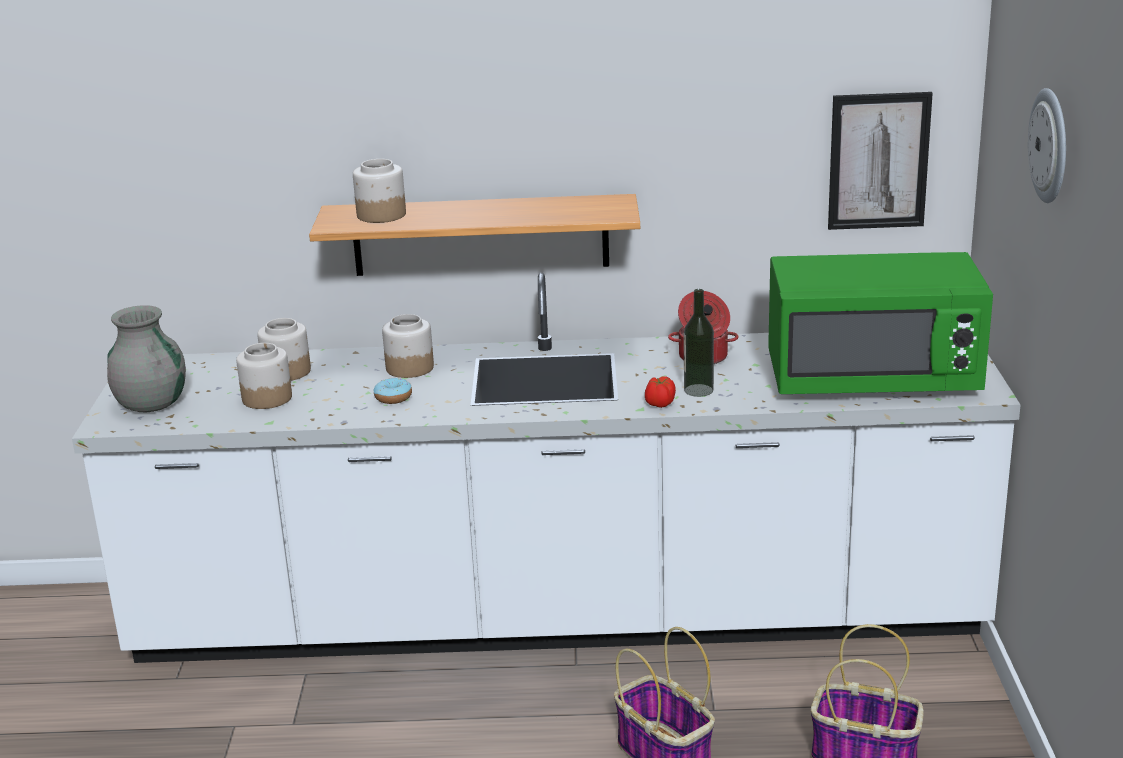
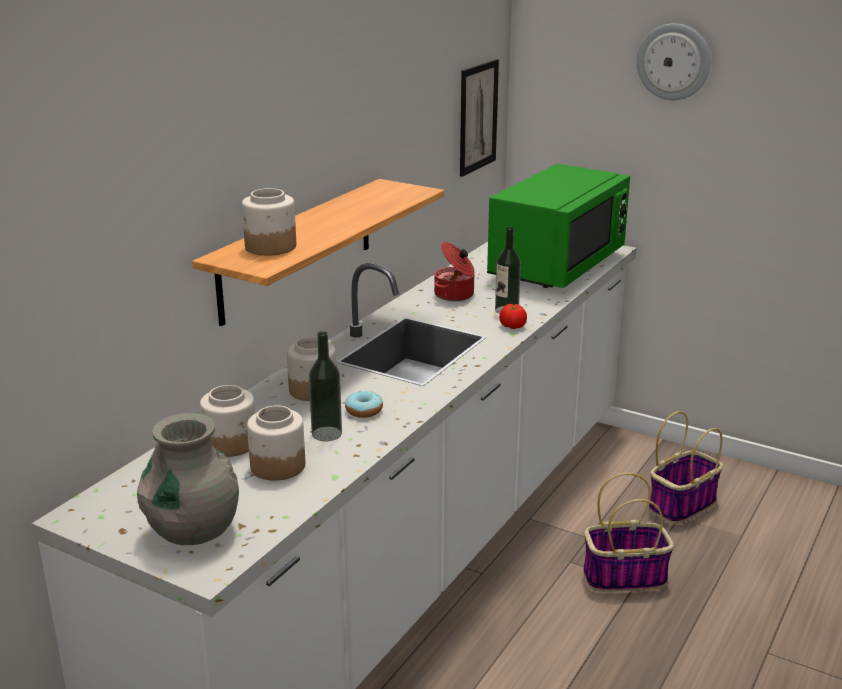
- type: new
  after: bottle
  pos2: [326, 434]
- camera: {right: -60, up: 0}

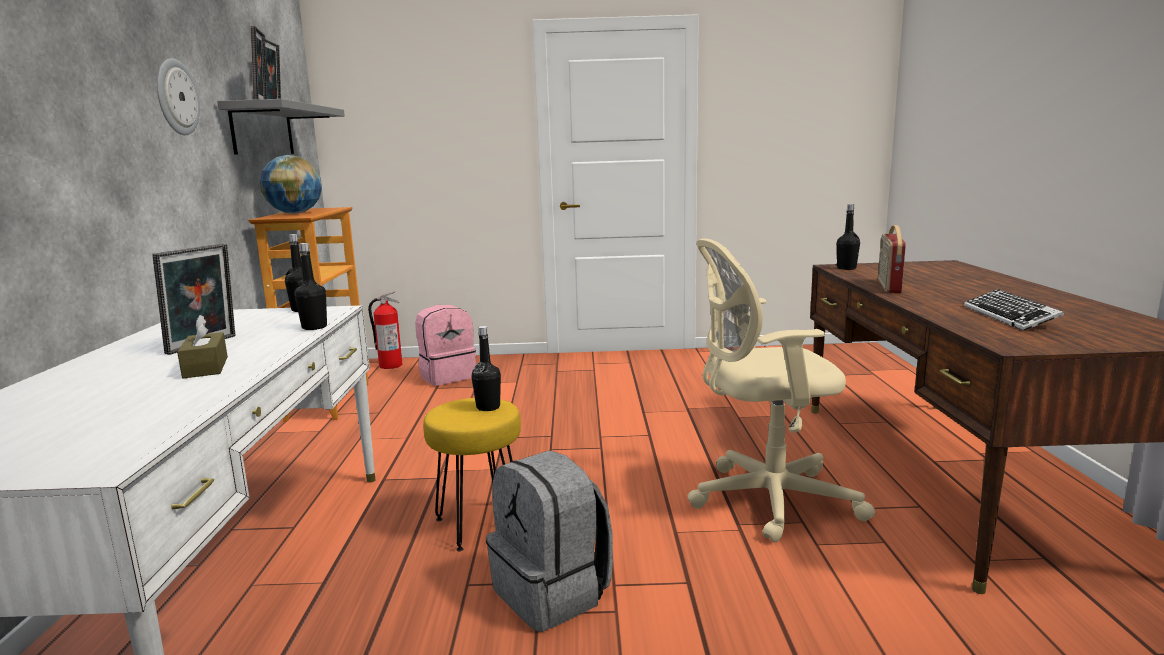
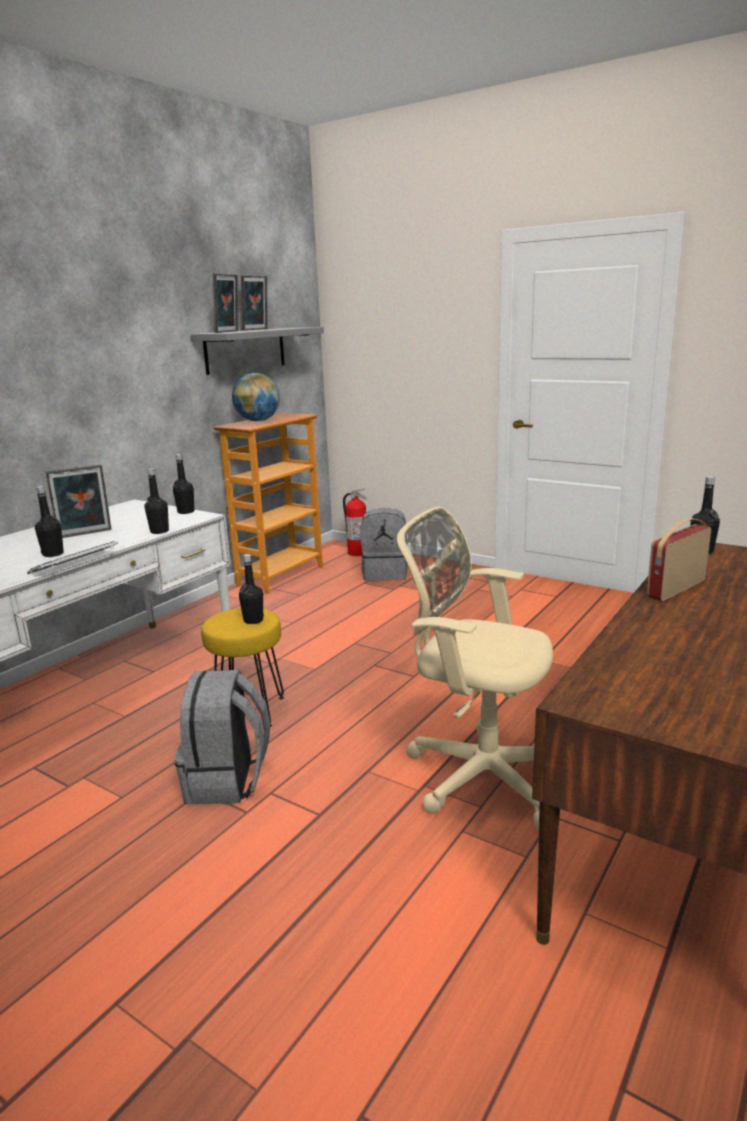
- type: gone
  before: clock_on_the_wall
  pos1: [176, 97]
- type: shifted
  before: PC_keyboard
  pos1: [1010, 317]
  pos2: [75, 564]
- type: swapped
  before: brown-coloured_box_of_tissues
  after: blackish_bottle
  pos1: [206, 367]
  pos2: [53, 554]
- type: repainted
  before: pinkish_rucksack
  after: greyish_rucksack
  pos1: [447, 376]
  pos2: [385, 573]
- camera: {right: 35, up: 5}

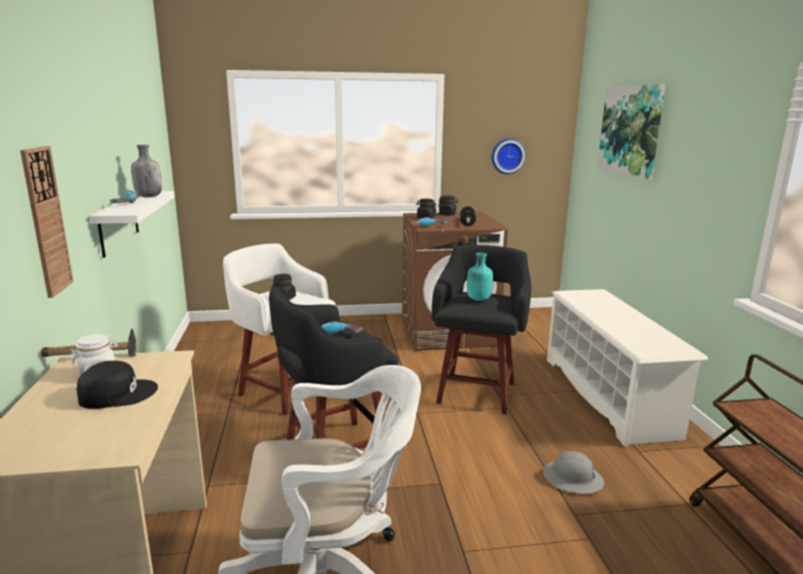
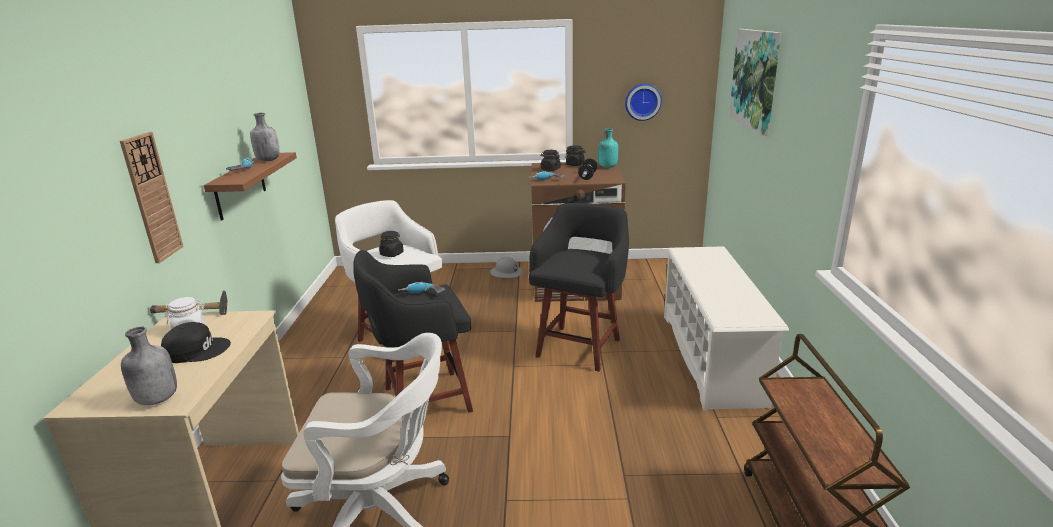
- type: new
  after: greyish_bottle
  pos2: [156, 399]
- type: shifted
  before: blue-green_bottle
  pos1: [478, 299]
  pos2: [607, 167]
- type: shifted
  before: greyish_hard_hat
  pos1: [572, 479]
  pos2: [506, 273]
- type: repainted
  before: white-coloured_shelf
  after: brown-coloured_shelf
  pos1: [118, 223]
  pos2: [240, 186]
- camera: {right: 10, up: 5}

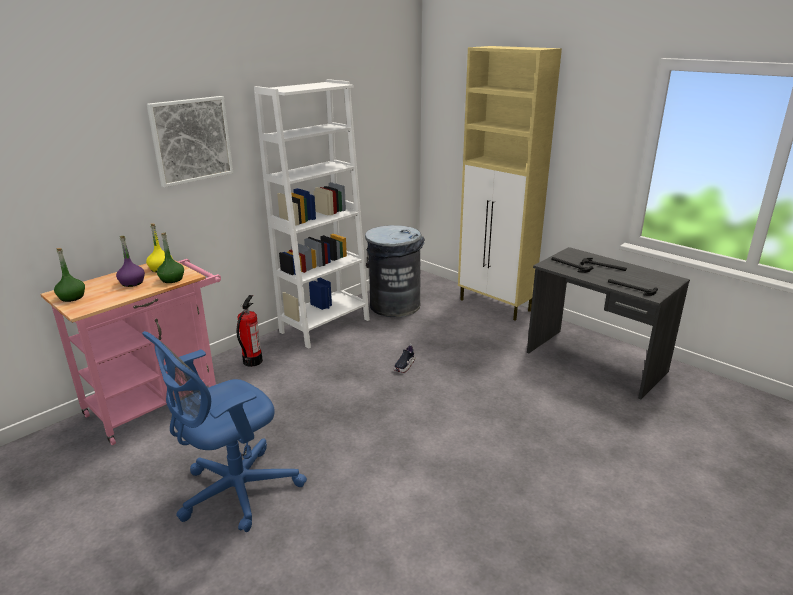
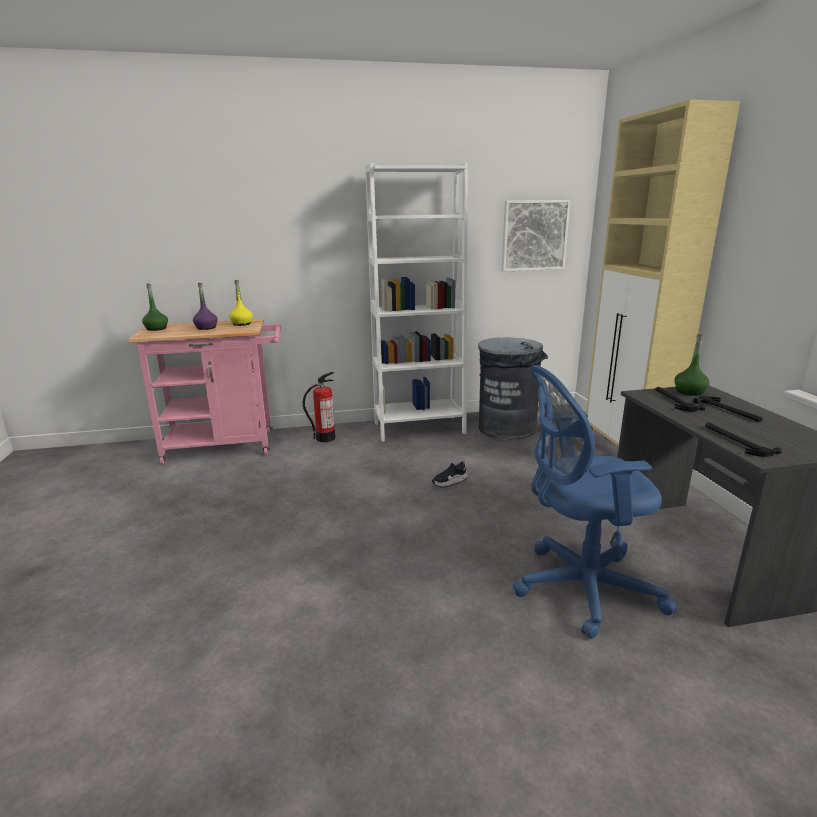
- type: shifted
  before: blue_desk_chair
  pos1: [234, 492]
  pos2: [579, 588]
- type: shifted
  before: wall_picture
  pos1: [191, 140]
  pos2: [534, 235]
- type: shifted
  before: greenish_bottle
  pos1: [172, 279]
  pos2: [689, 392]
- camera: {right: 35, up: -5}

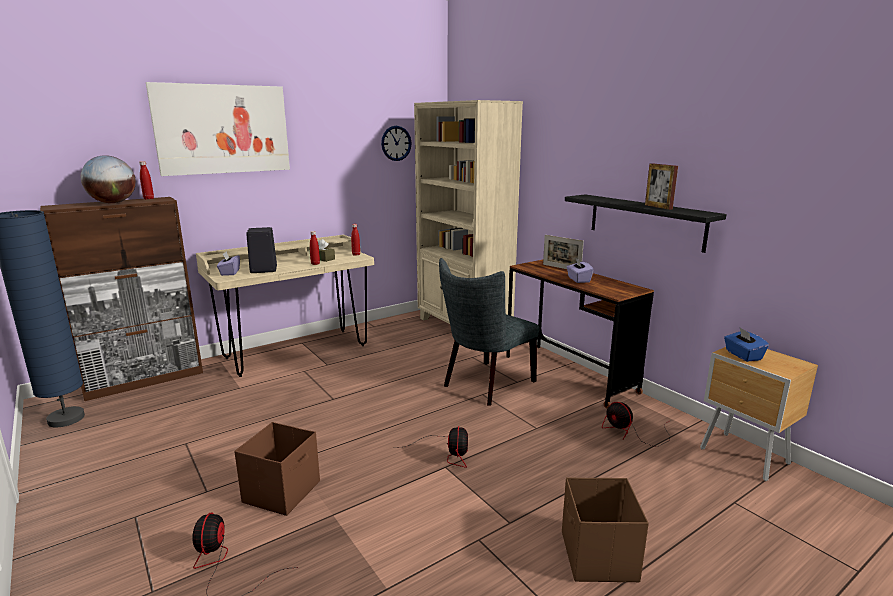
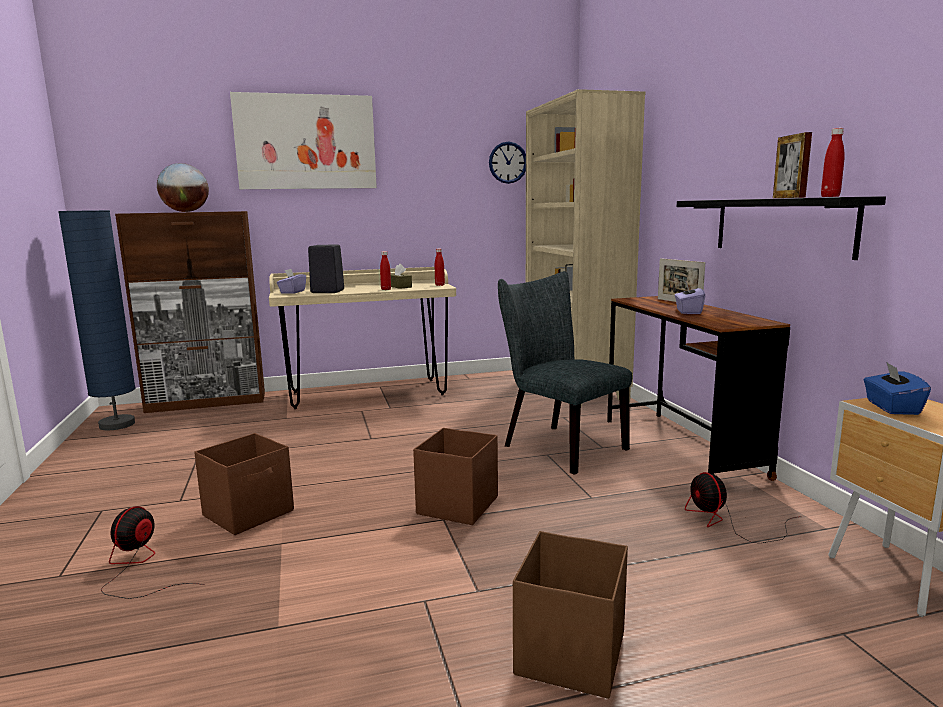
- type: shifted
  before: reddish_bottle
  pos1: [148, 198]
  pos2: [830, 196]
- type: swapped
  before: electric_fan
  after: brown-coloured_storage_box
  pos1: [447, 453]
  pos2: [456, 506]
- type: rotated
  before: greyish_plain_chair
  pos1: [485, 385]
  pos2: [558, 446]
  turn: 75
- camera: {right: 20, up: -5}

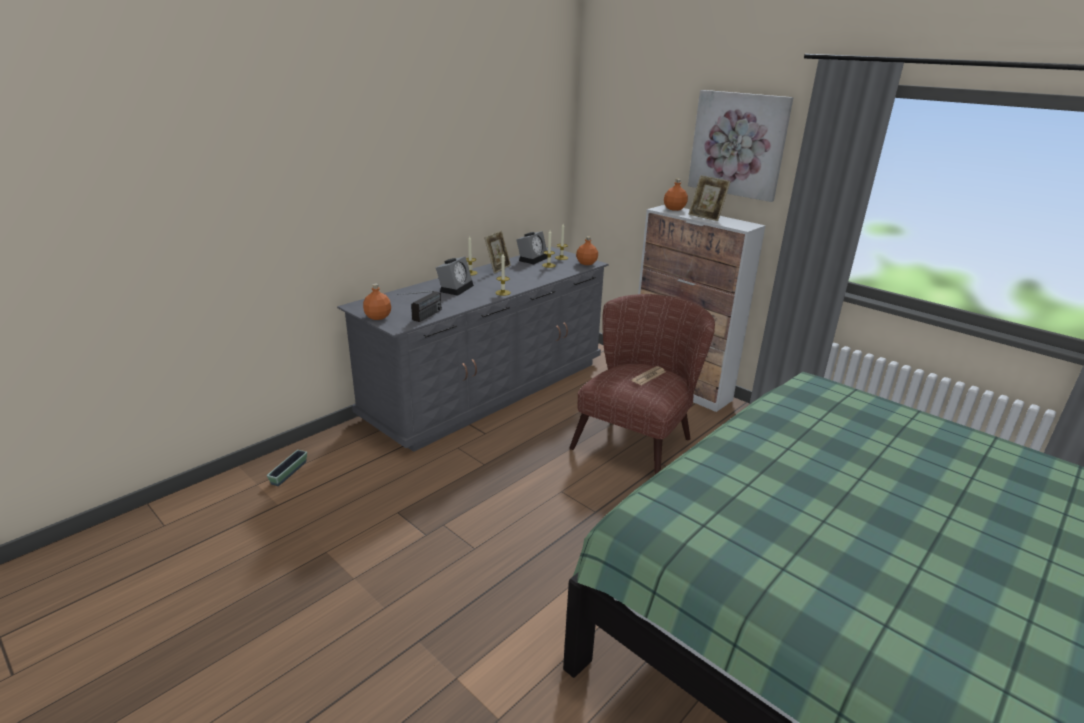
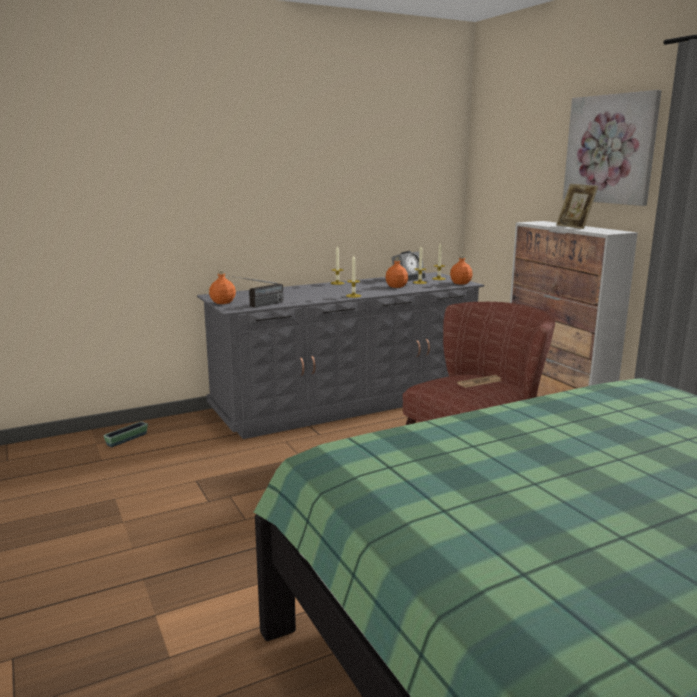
- type: gone
  before: bedside_clock
  pos1: [455, 288]
- type: gone
  before: picture_frame
  pos1: [498, 268]
- type: shifted
  before: orange_bottle
  pos1: [674, 209]
  pos2: [396, 286]
- camera: {right: 20, up: -10}

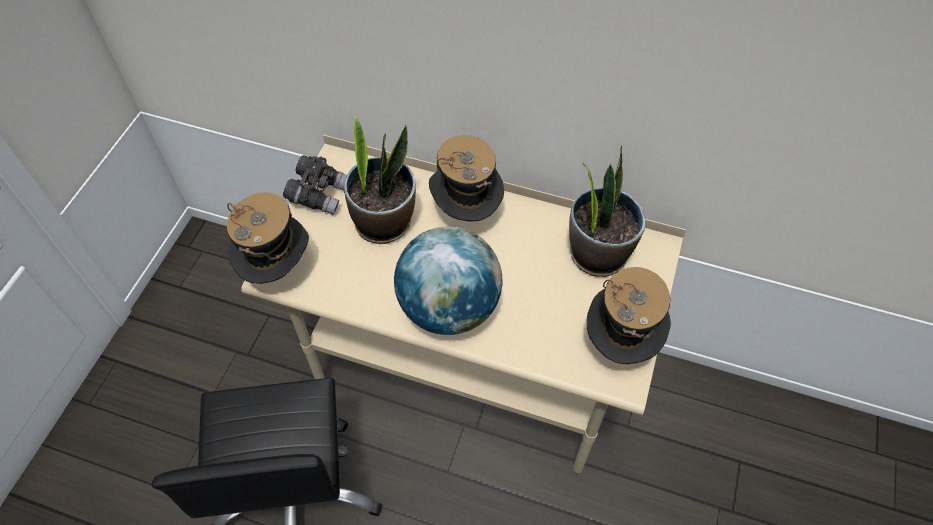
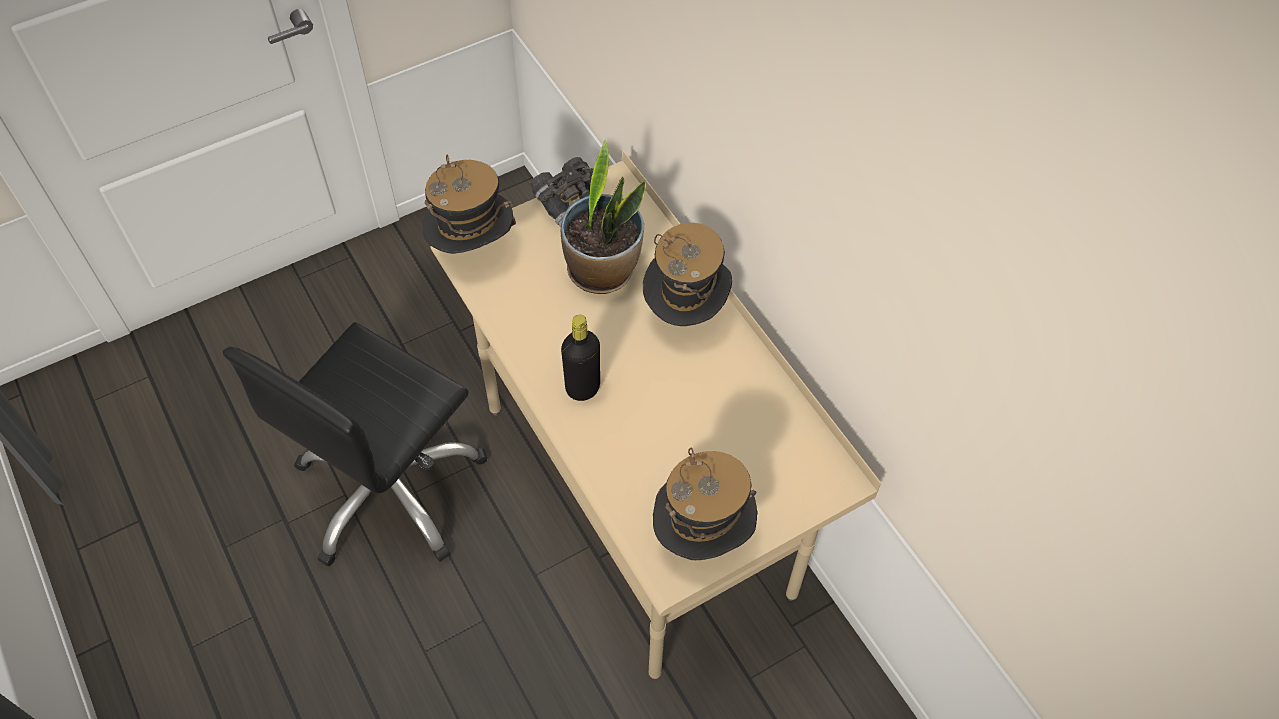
- type: gone
  before: plant_in_a_pot
  pos1: [597, 253]
- type: swapped
  before: desk_globe
  after: blackish_bottle
  pos1: [449, 307]
  pos2: [582, 388]
- camera: {right: 40, up: 0}

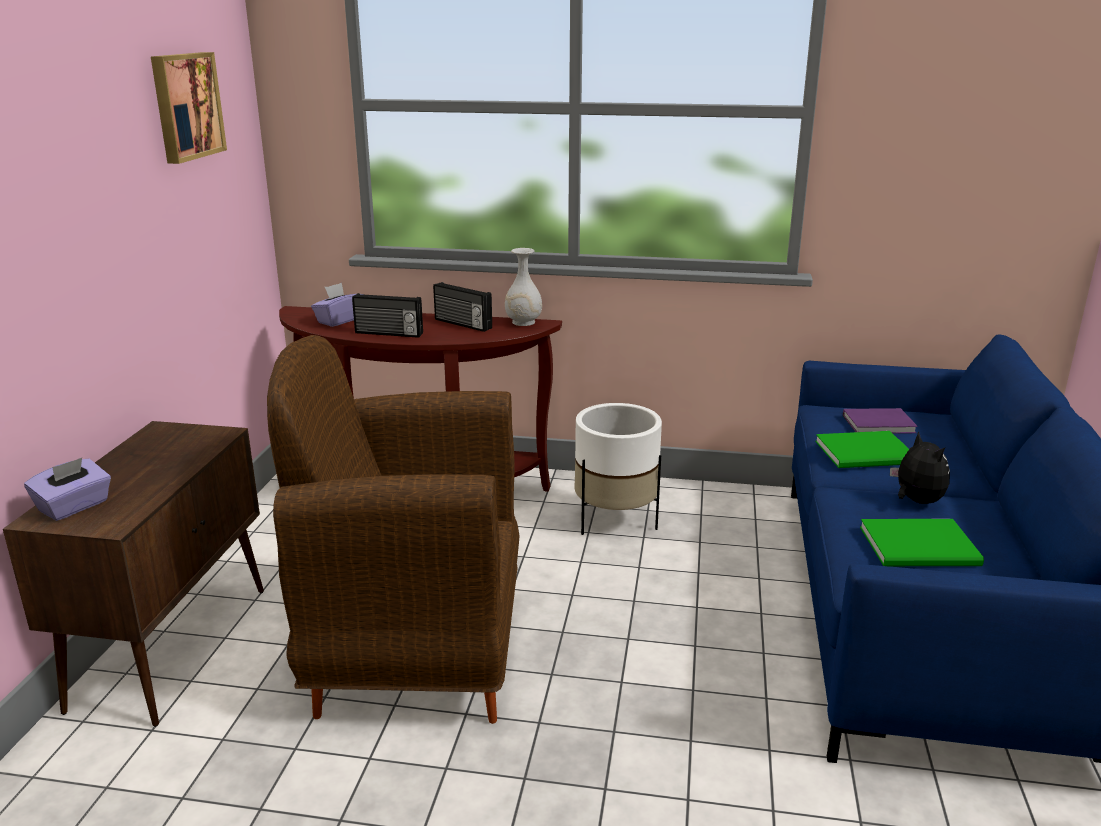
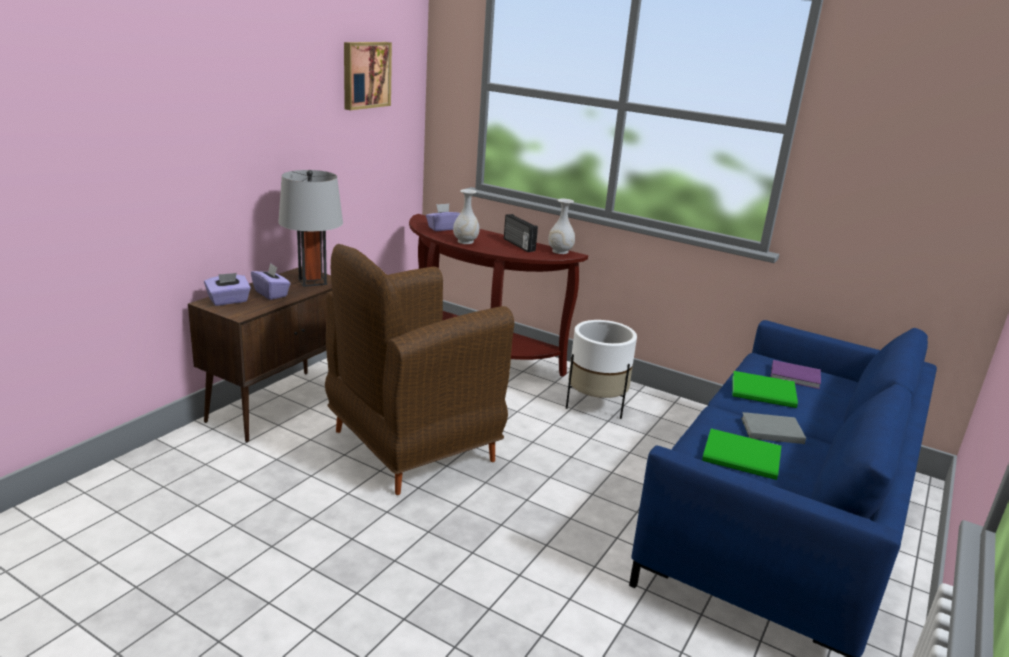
- type: new
  after: purple_box_of_tissues
  pos2: [271, 293]
- type: new
  after: greyish_tabletop_lamp
  pos2: [312, 281]
- type: swapped
  before: radio_set
  after: white-coloured_vase
  pos1: [388, 333]
  pos2: [466, 241]
- type: swapped
  before: cuddly_toy
  after: greyish_volume
  pos1: [916, 501]
  pos2: [770, 430]
- type: rotated
  before: brown-coloured_lounge_chair
  pos1: [415, 654]
  pos2: [410, 447]
  turn: -60
- camera: {right: 20, up: 0}

